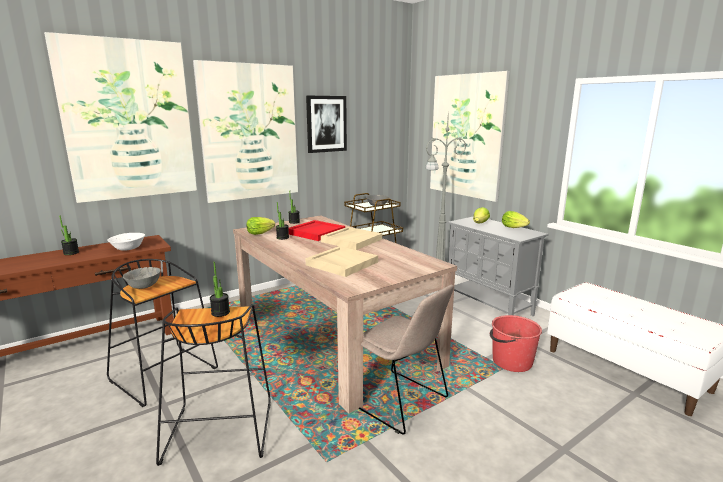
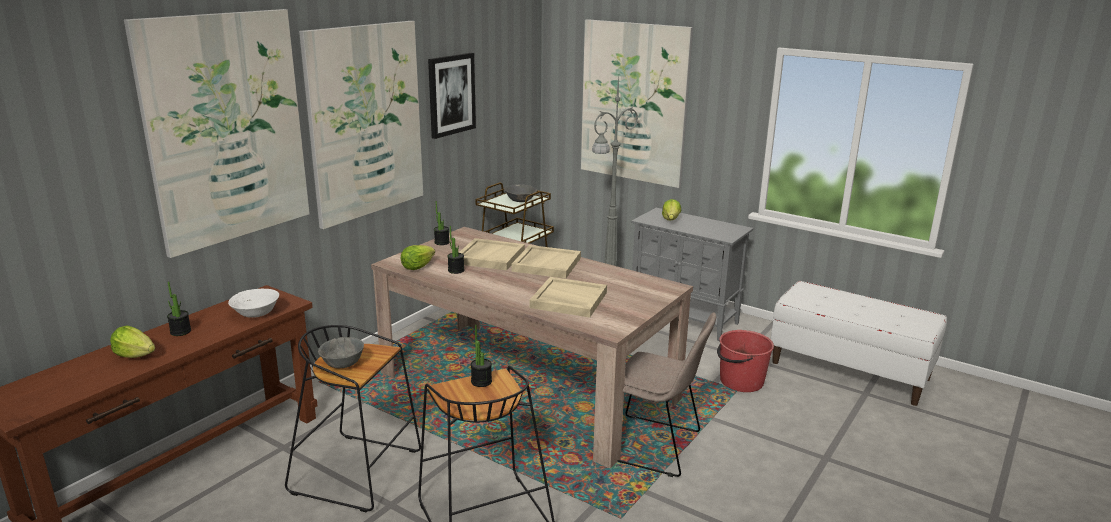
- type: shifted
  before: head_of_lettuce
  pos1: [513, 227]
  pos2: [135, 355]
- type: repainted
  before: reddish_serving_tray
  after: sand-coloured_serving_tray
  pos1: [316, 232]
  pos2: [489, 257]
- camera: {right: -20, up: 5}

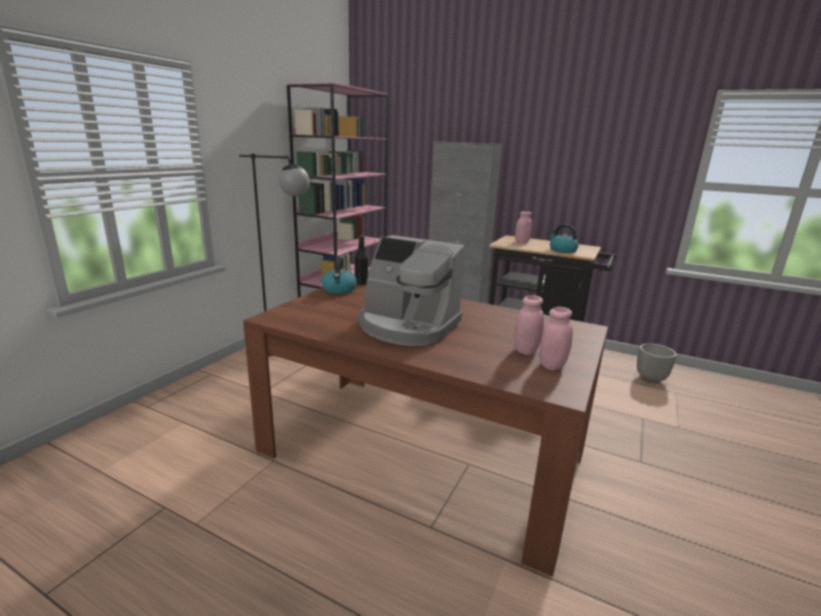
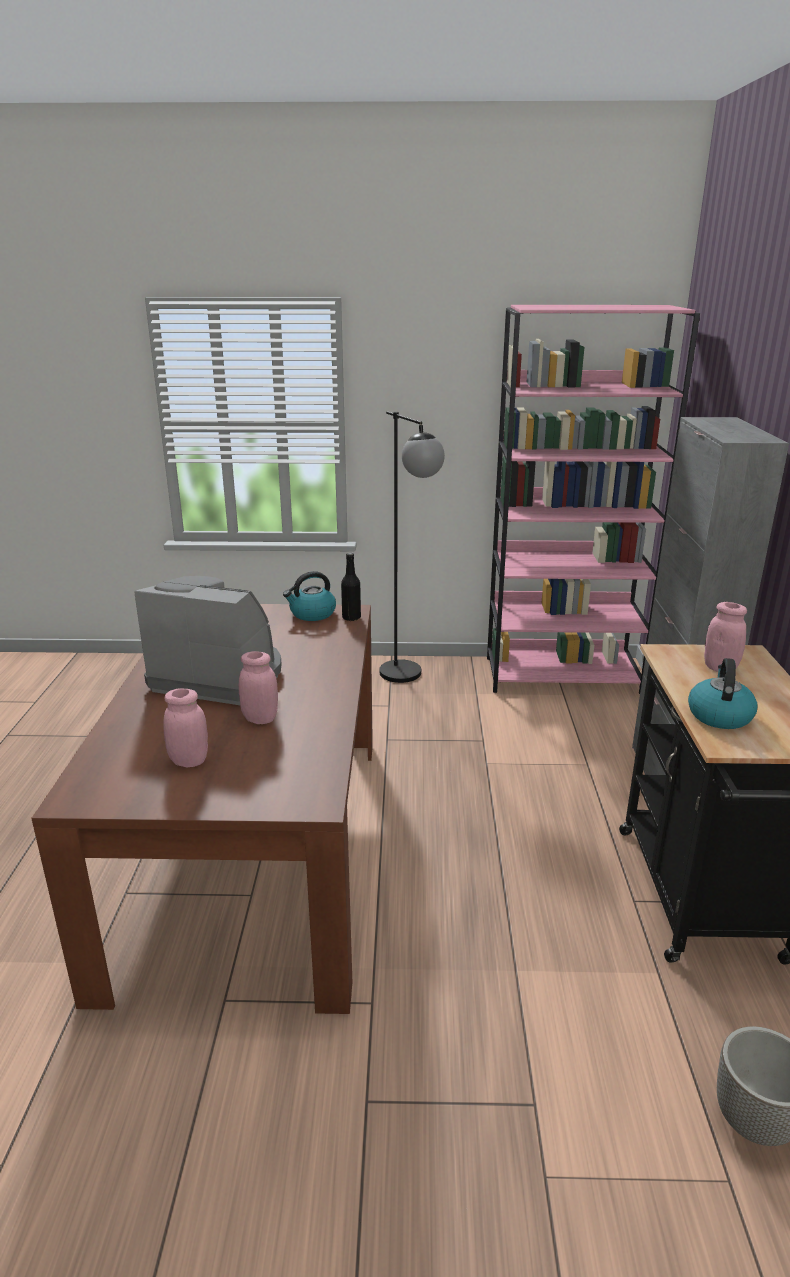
- type: shifted
  before: pinkish_storage_jar
  pos1: [552, 365]
  pos2: [260, 719]
- type: rotated
  before: coffee_maker
  pos1: [407, 326]
  pos2: [219, 676]
  turn: 105
- camera: {right: 65, up: 5}

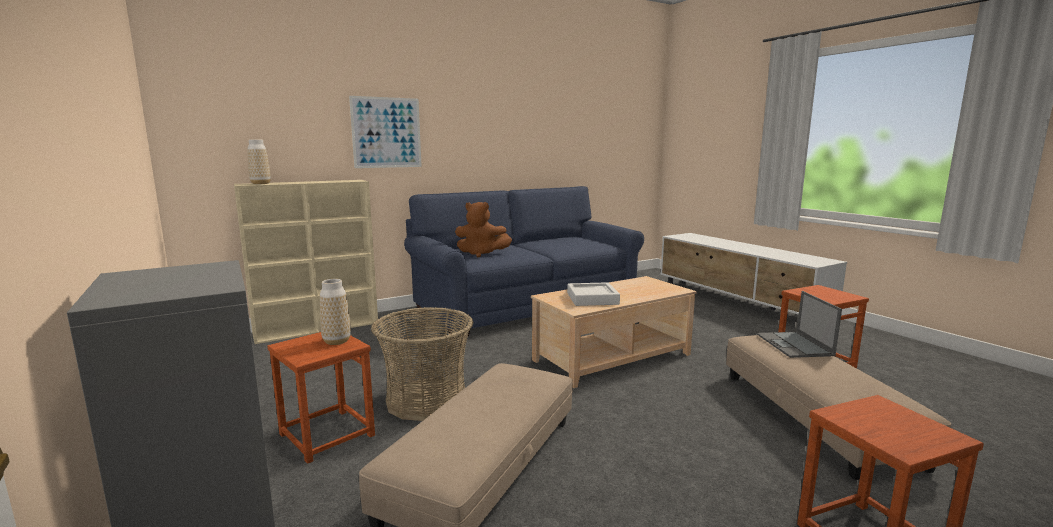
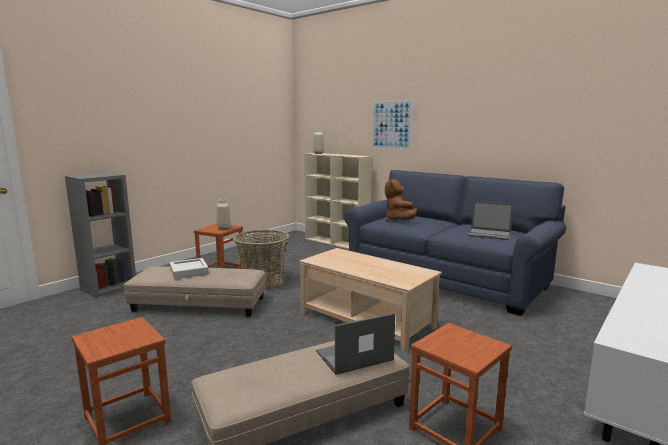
- type: new
  after: laptop
  pos2: [489, 234]
- type: shifted
  before: greyish_serving_tray
  pos1: [592, 299]
  pos2: [189, 272]
- camera: {right: 70, up: 0}

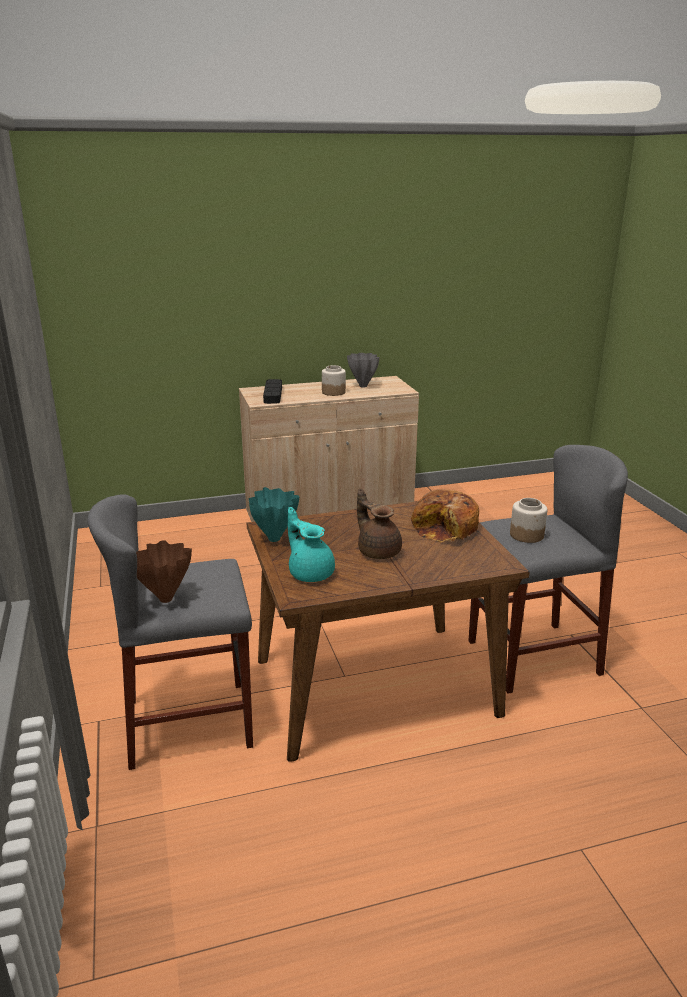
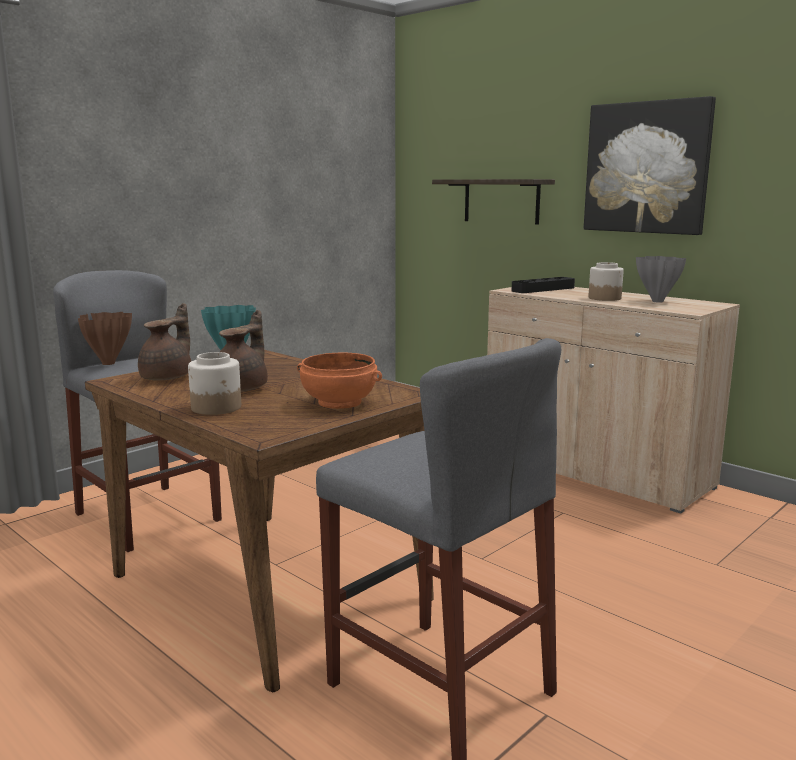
- type: new
  after: shelf
  pos2: [501, 201]
- type: new
  after: wall_picture
  pos2: [647, 168]
- type: shifted
  before: storage_jar
  pos1: [527, 535]
  pos2: [217, 408]
- type: swapped
  before: baked_bread
  after: orange_deep_dish
  pos1: [446, 528]
  pos2: [340, 402]
- type: repainted
  before: blue-green_pot_for_tea
  after: brown-coloured_pot_for_tea
  pos1: [310, 573]
  pos2: [168, 377]
- camera: {right: 60, up: -10}

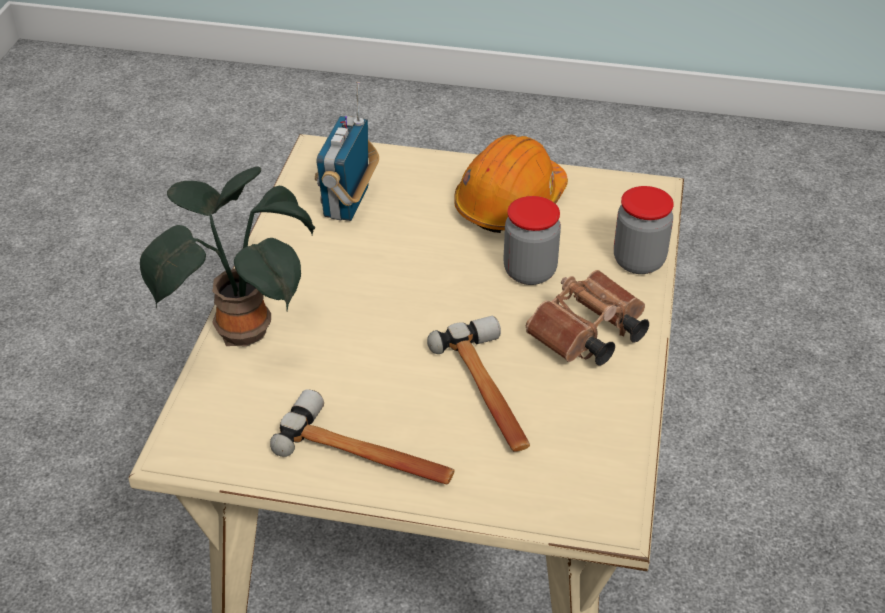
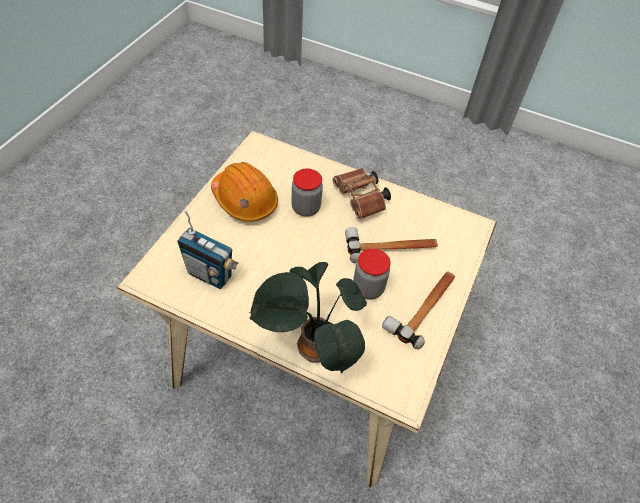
- type: shifted
  before: storage_jar
  pos1: [639, 261]
  pos2: [368, 288]
- camera: {right: -80, up: 10}

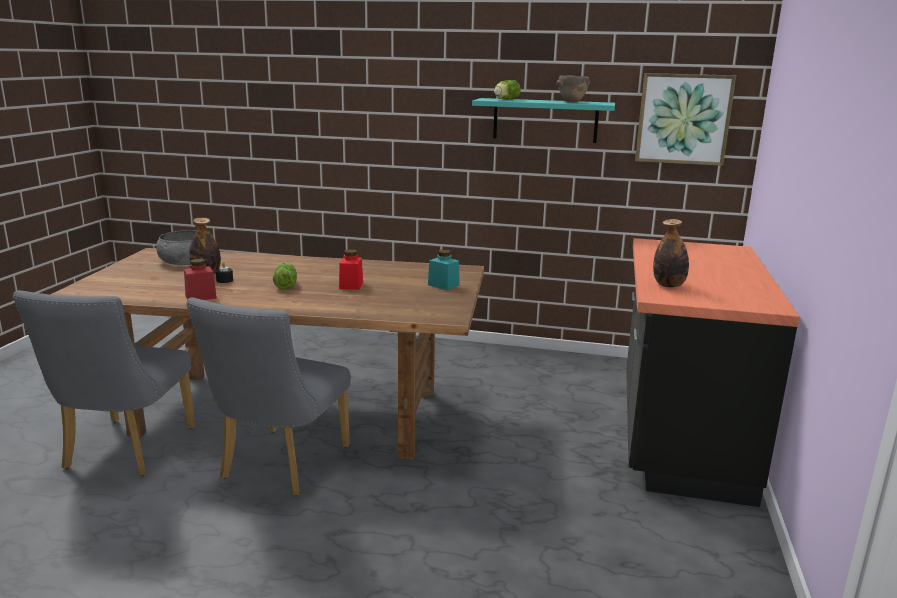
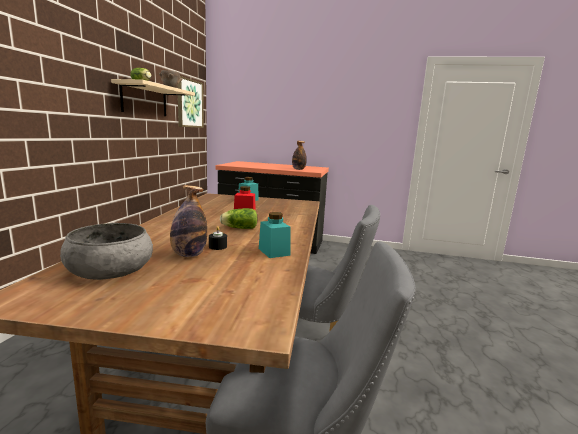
- type: repainted
  before: reddish_storage_jar
  after: blue-green_storage_jar
  pos1: [201, 297]
  pos2: [274, 252]
- type: repainted
  before: blue-green_shelf
  after: sand-coloured_shelf
  pos1: [545, 120]
  pos2: [144, 100]
- camera: {right: -90, up: -5}

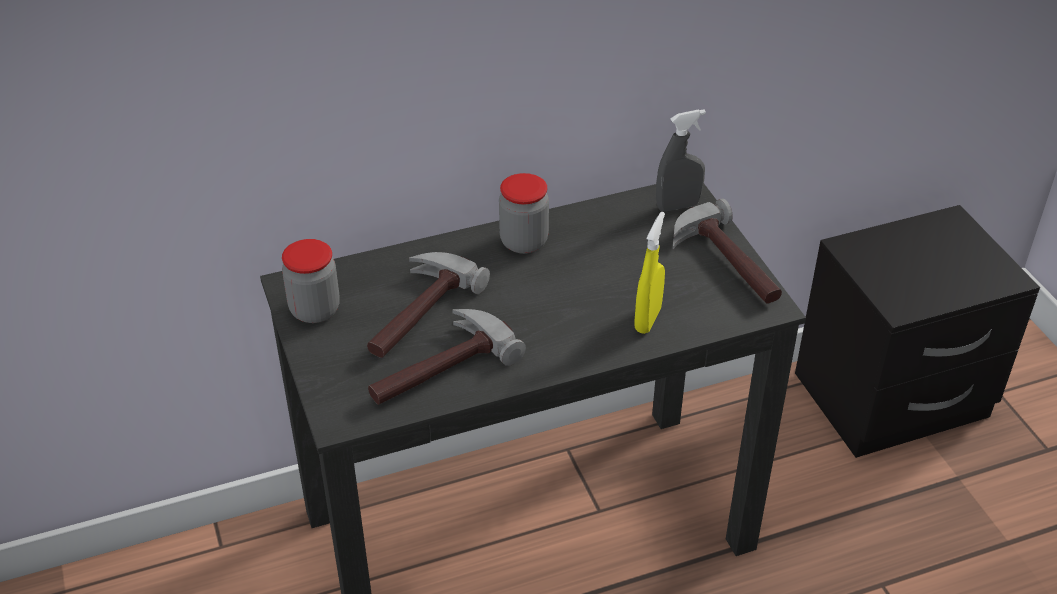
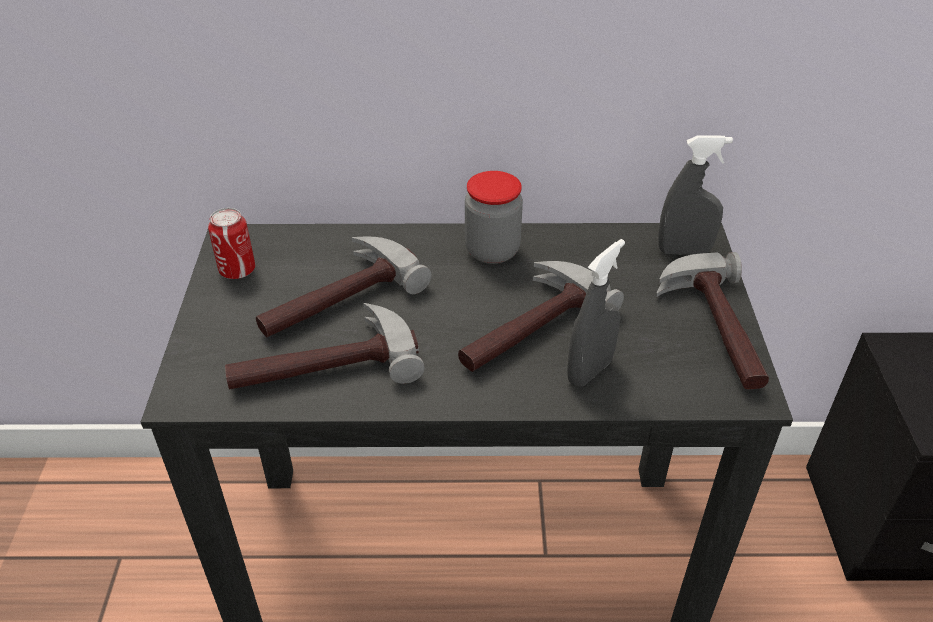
- type: new
  after: hammer
  pos2: [528, 326]
- type: swapped
  before: storage_jar
  after: can
  pos1: [315, 310]
  pos2: [237, 270]
- type: repainted
  before: yellow_hand_sprayer
  after: greyish_hand_sprayer
  pos1: [647, 319]
  pos2: [589, 371]
- camera: {right: 20, up: 0}

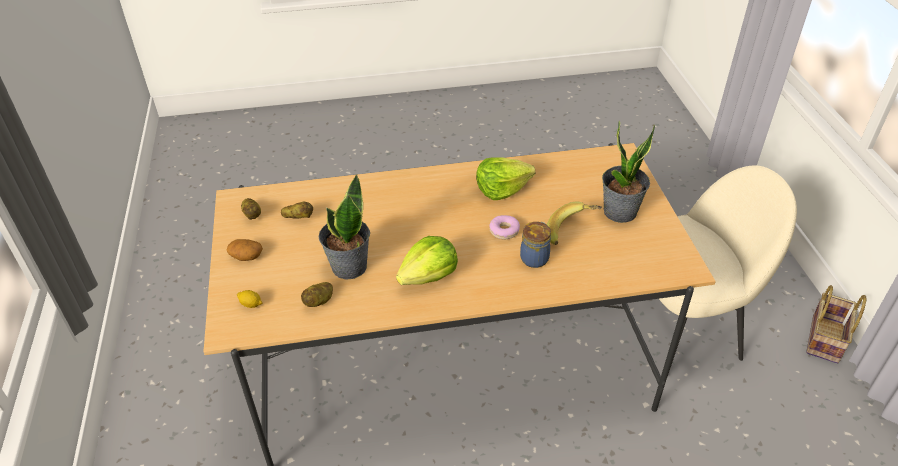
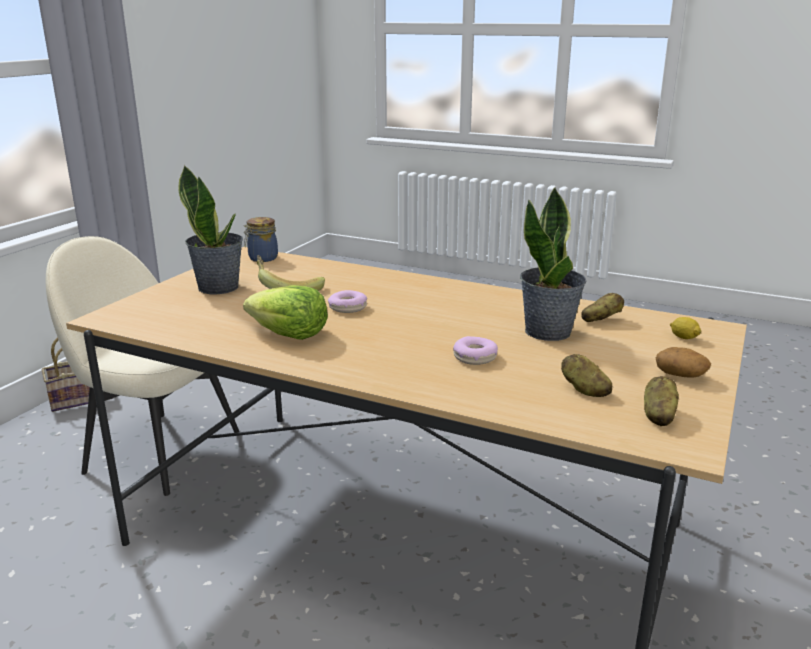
- type: gone
  before: head_of_lettuce
  pos1: [429, 276]
- type: new
  after: donut
  pos2: [475, 357]
- type: shifted
  before: storage_jar
  pos1: [535, 258]
  pos2: [262, 258]
- camera: {right: -145, up: -20}

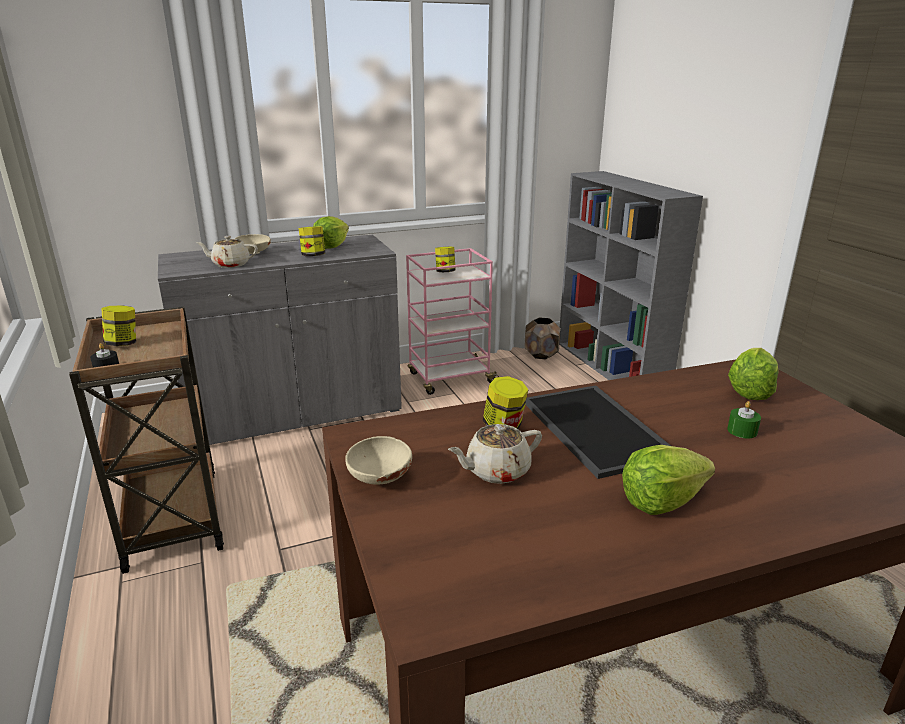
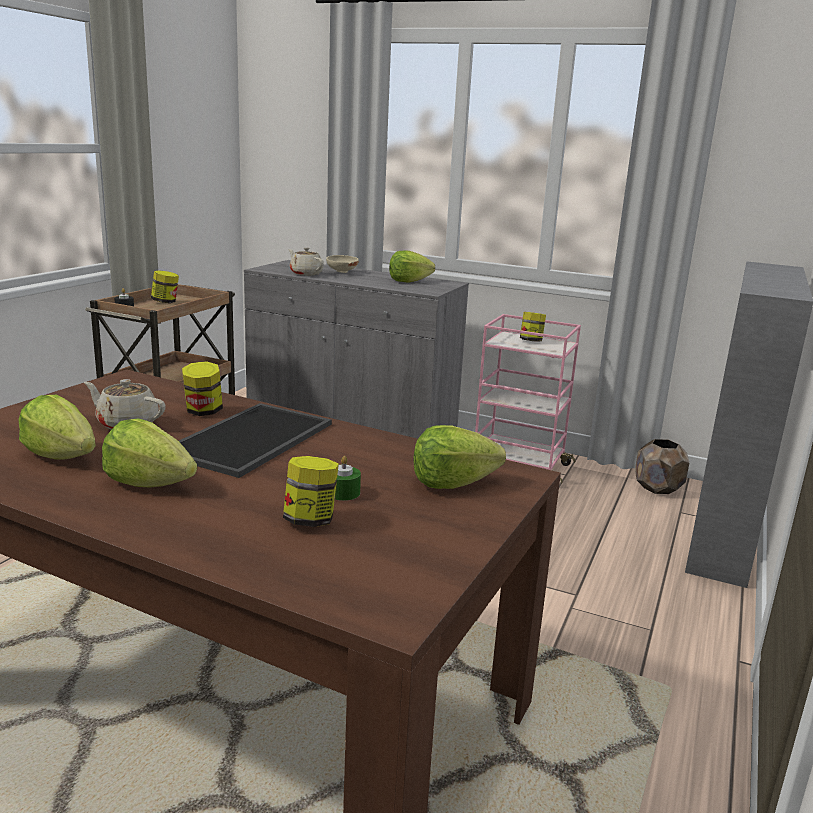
- type: gone
  before: sand-coloured_deep_dish
  pos1: [379, 479]
- type: new
  after: head_of_lettuce
  pos2: [62, 455]
- type: shifted
  before: storage_jar
  pos1: [313, 256]
  pos2: [310, 520]
- camera: {right: 45, up: -5}

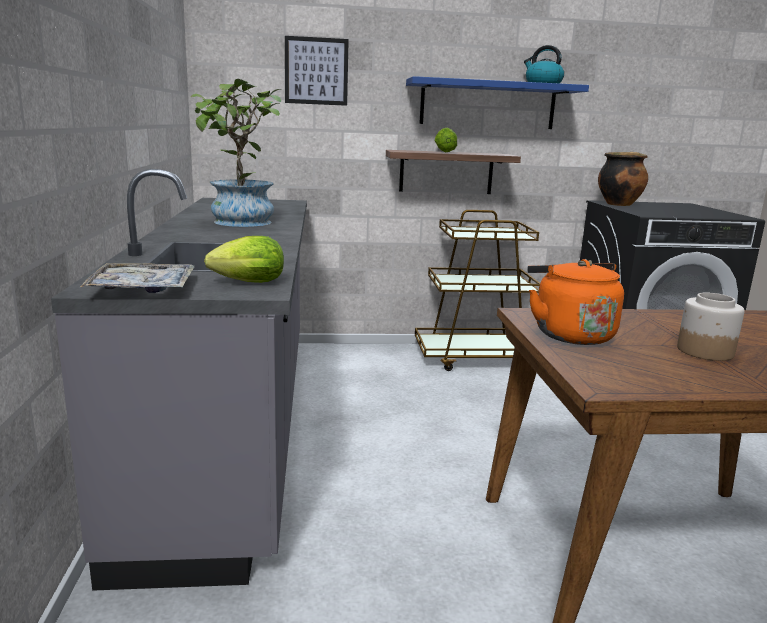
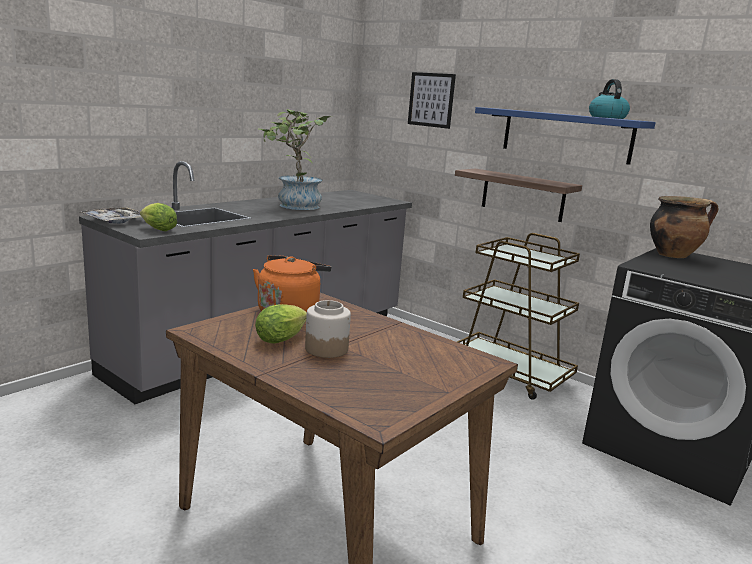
- type: shifted
  before: head_of_lettuce
  pos1: [443, 152]
  pos2: [283, 338]
- camera: {right: 45, up: 0}

